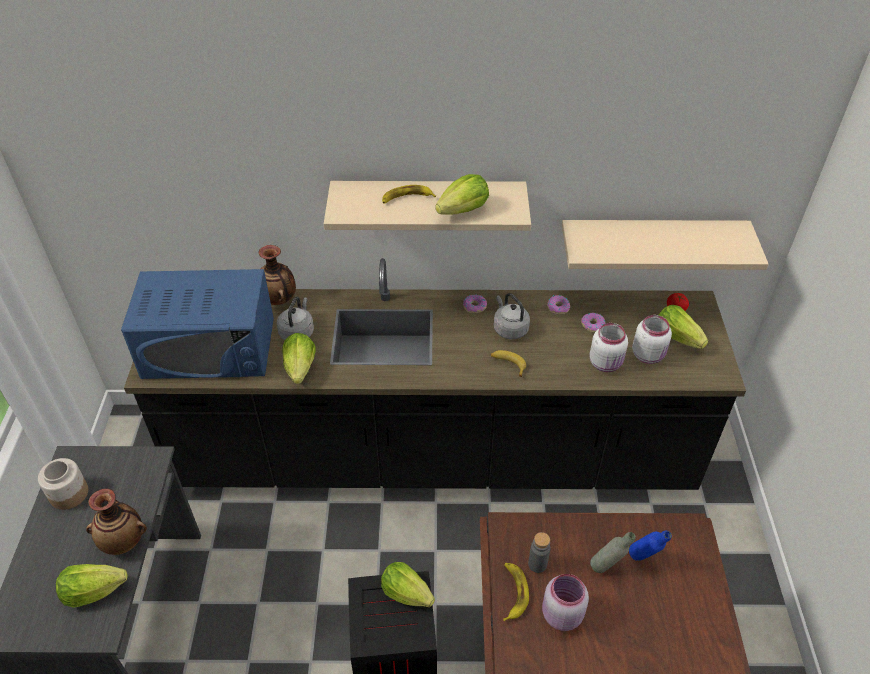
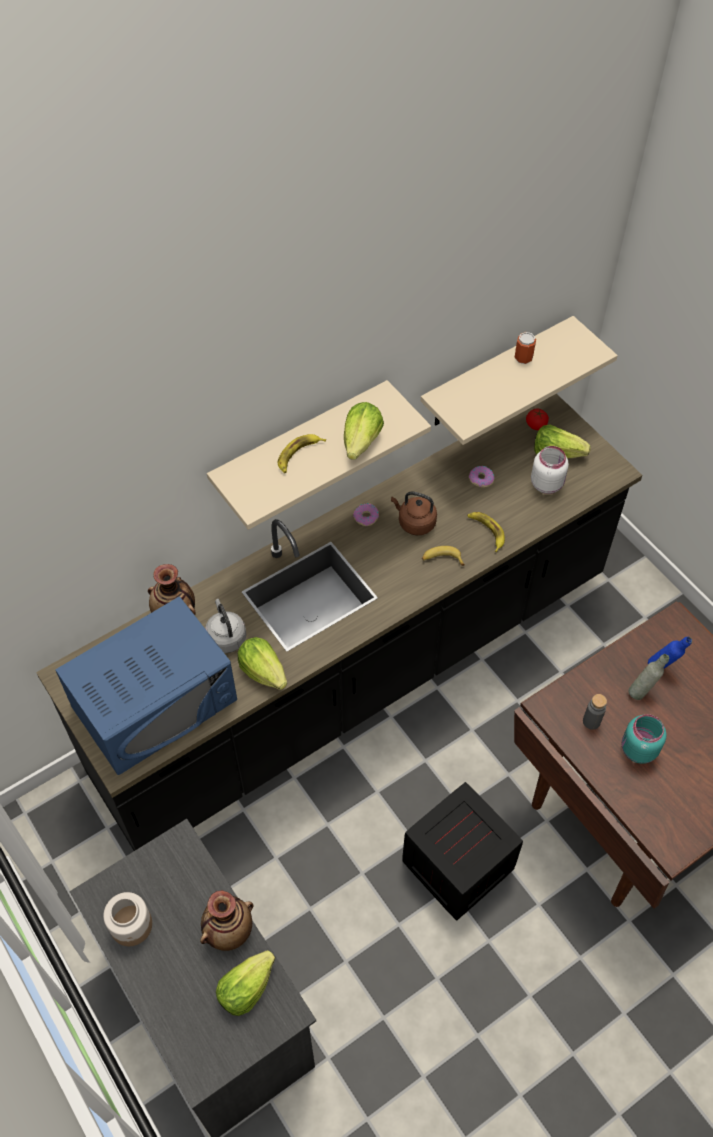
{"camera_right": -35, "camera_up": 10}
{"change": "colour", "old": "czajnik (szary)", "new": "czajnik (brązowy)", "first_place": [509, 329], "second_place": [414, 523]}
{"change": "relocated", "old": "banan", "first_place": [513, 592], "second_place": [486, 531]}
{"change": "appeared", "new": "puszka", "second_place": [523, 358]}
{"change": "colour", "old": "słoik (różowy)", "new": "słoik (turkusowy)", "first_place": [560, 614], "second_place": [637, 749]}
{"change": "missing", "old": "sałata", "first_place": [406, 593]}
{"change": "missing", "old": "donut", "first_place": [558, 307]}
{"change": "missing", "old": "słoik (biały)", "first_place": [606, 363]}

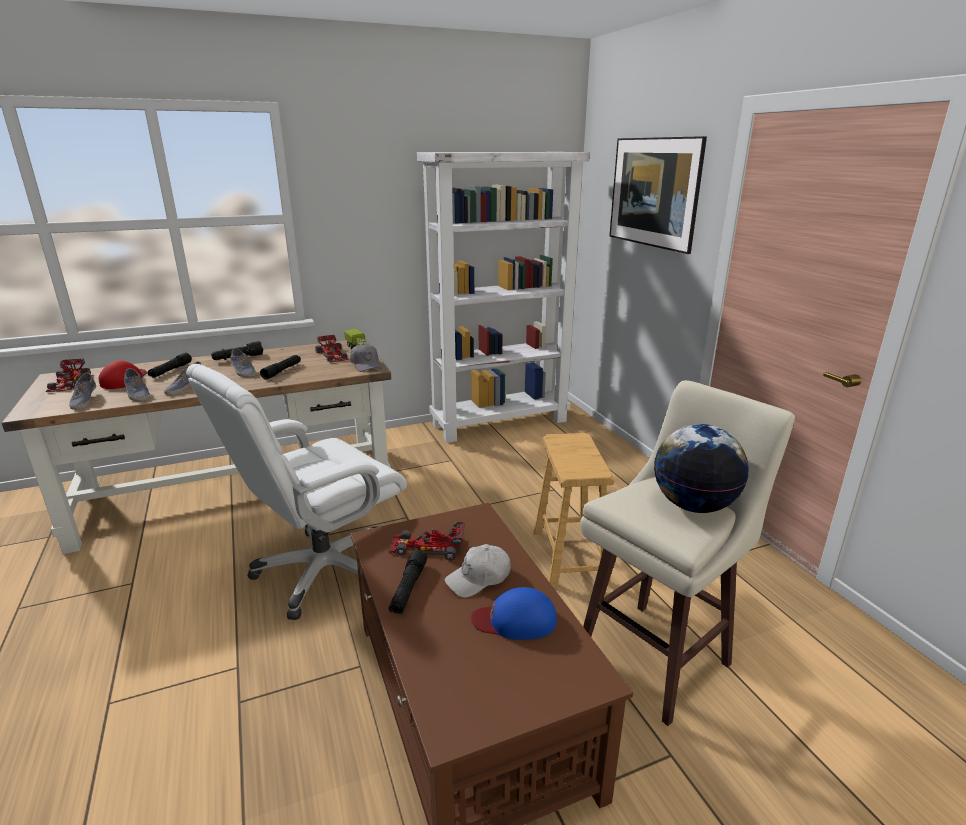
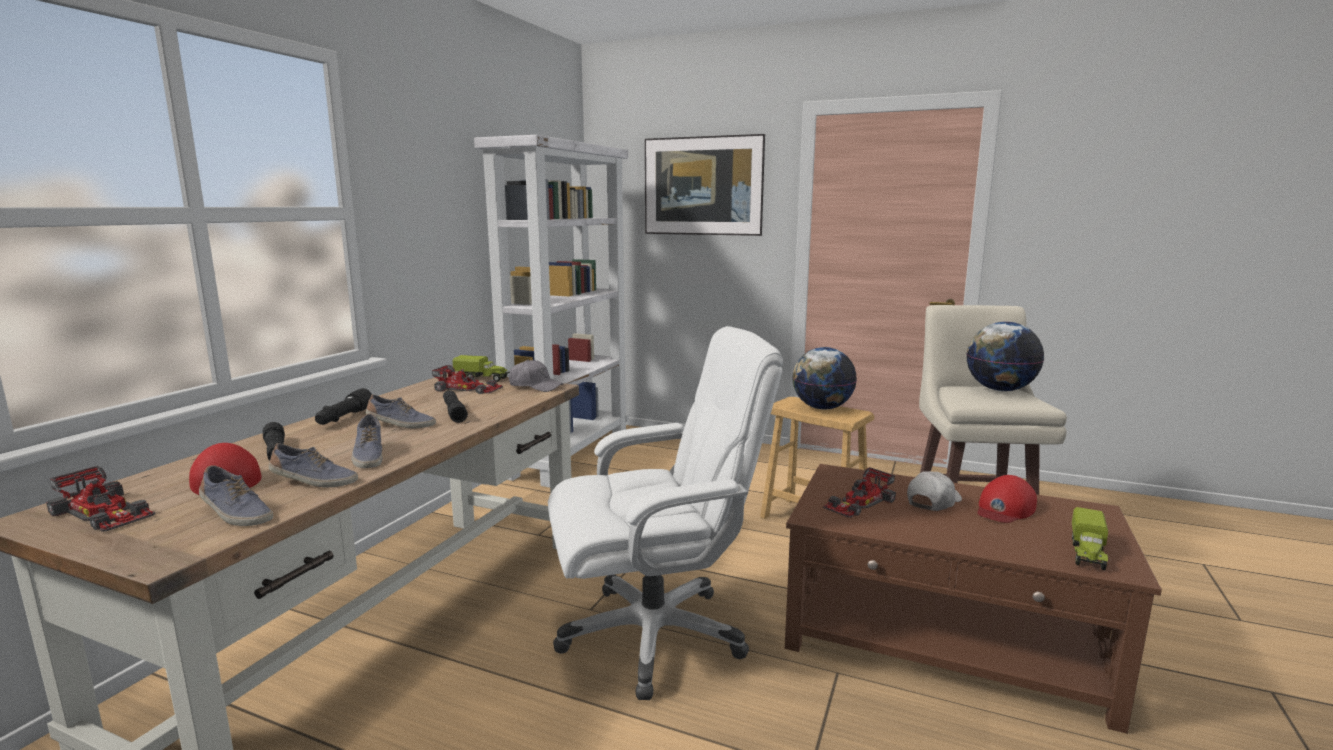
{"camera_right": -45, "camera_up": -10}
{"change": "spun", "old": "krzesło biurowe (biały)", "first_place": [323, 571], "second_place": [655, 634], "degrees": -105}
{"change": "appeared", "new": "globus", "second_place": [822, 408]}
{"change": "spun", "old": "czapka z daszkiem (biały)", "first_place": [479, 578], "second_place": [933, 501], "degrees": -150}
{"change": "colour", "old": "czapka z daszkiem (niebieski)", "new": "czapka z daszkiem (czerwony)", "first_place": [515, 620], "second_place": [1004, 508]}
{"change": "appeared", "new": "ciężarówka zabawkowa", "second_place": [1087, 553]}
{"change": "missing", "old": "latarka (czarny)", "first_place": [408, 588]}

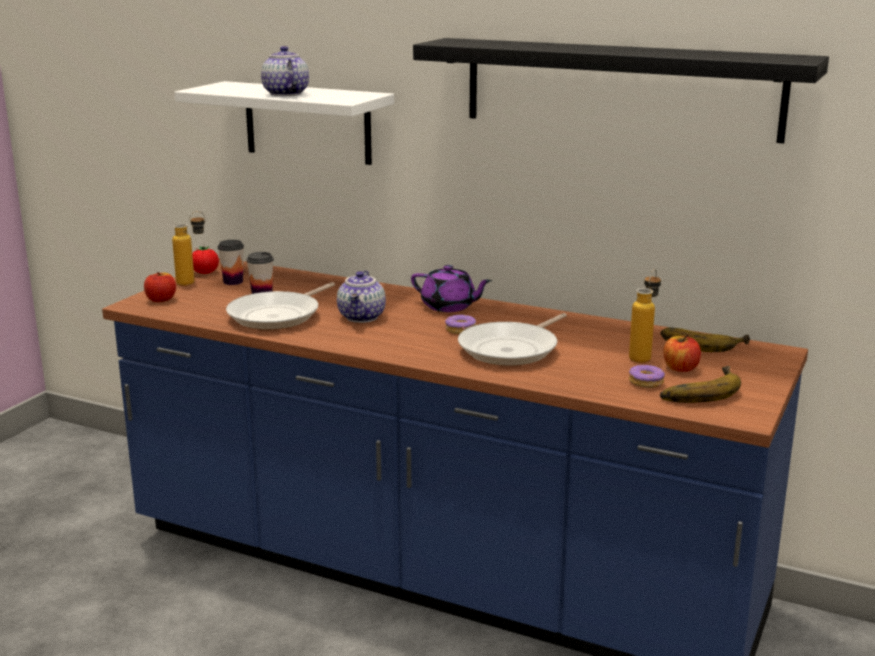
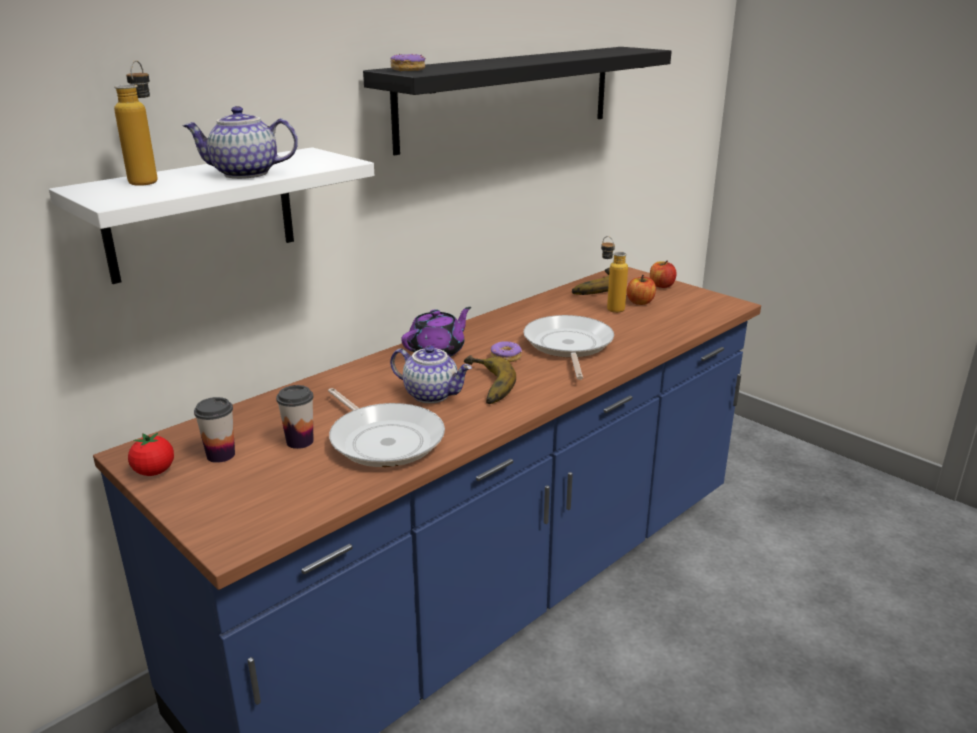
{"camera_right": -70, "camera_up": 5}
{"change": "relocated", "old": "butelka", "first_place": [193, 282], "second_place": [148, 180]}
{"change": "relocated", "old": "donut", "first_place": [646, 382], "second_place": [408, 70]}
{"change": "relocated", "old": "banan", "first_place": [697, 390], "second_place": [483, 385]}
{"change": "spun", "old": "patelnia", "first_place": [512, 349], "second_place": [568, 346], "degrees": -150}
{"change": "relocated", "old": "jabłko", "first_place": [161, 300], "second_place": [661, 285]}

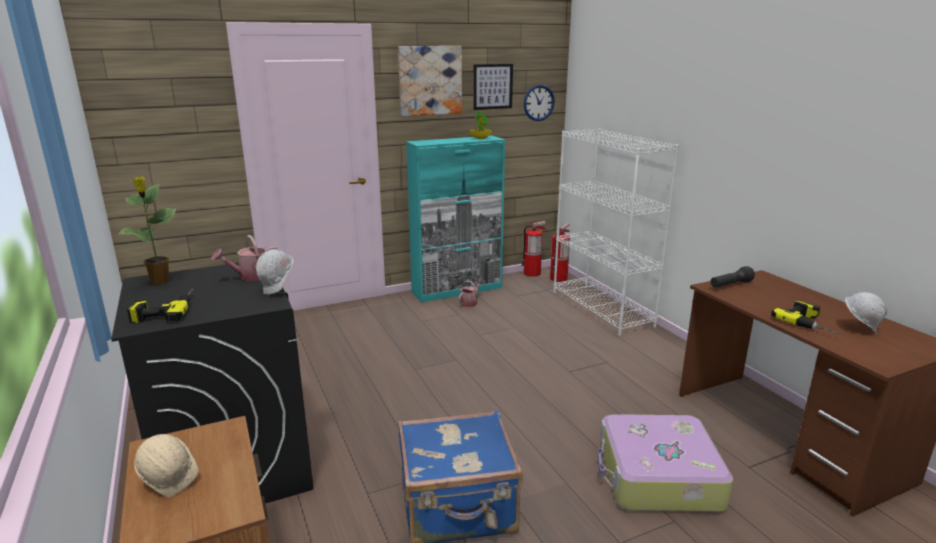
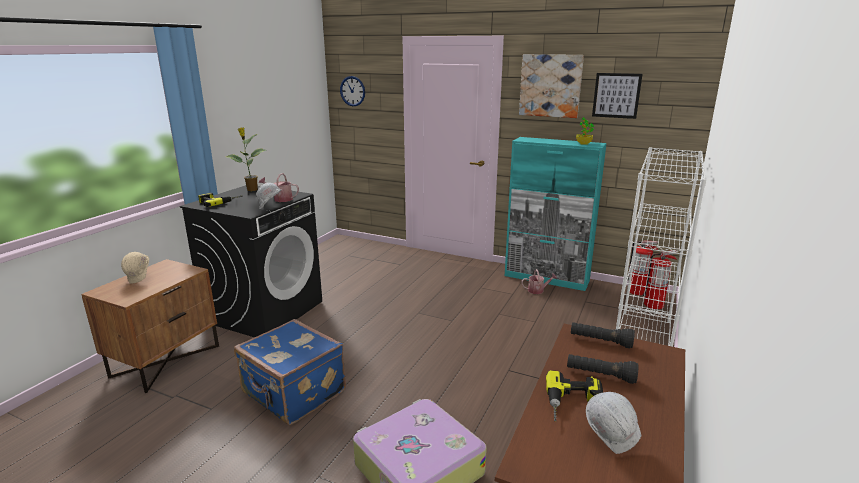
{"camera_right": 50, "camera_up": 0}
{"change": "relocated", "old": "zegar ścienny", "first_place": [538, 103], "second_place": [352, 91]}
{"change": "appeared", "new": "latarka (czarny)", "second_place": [600, 375]}

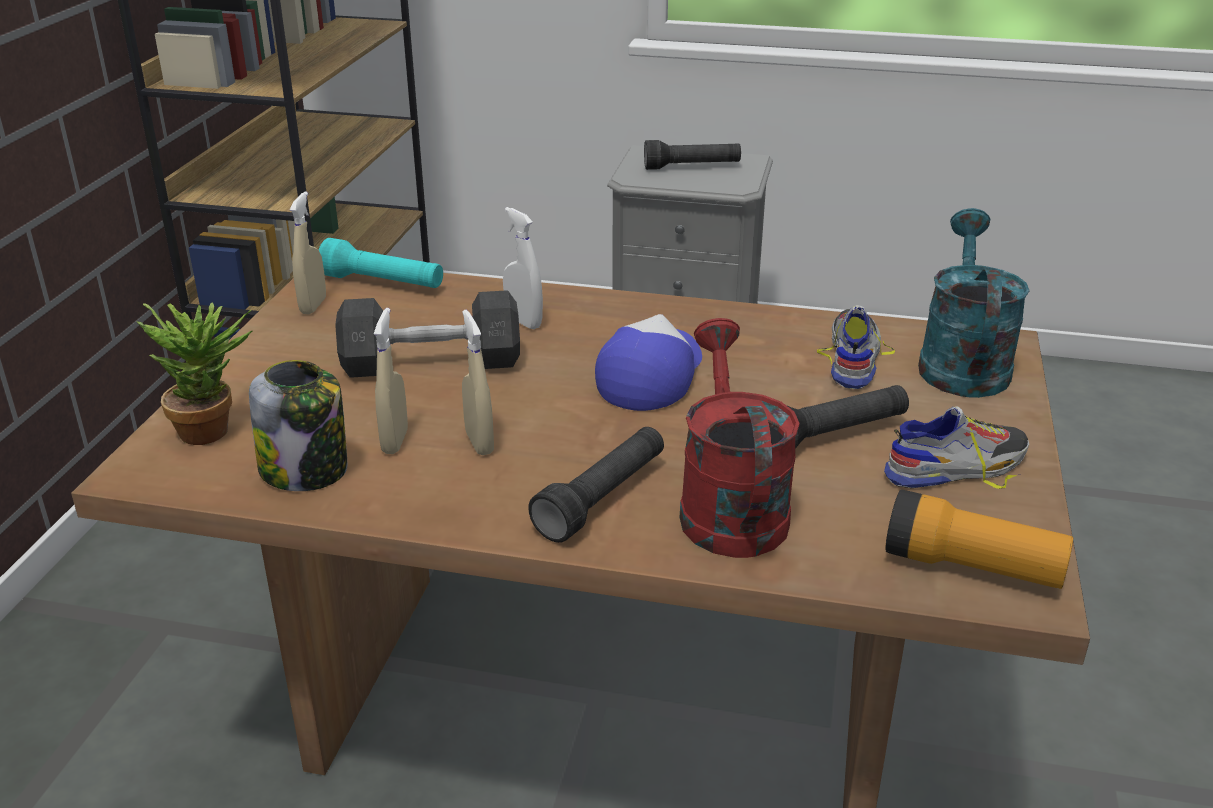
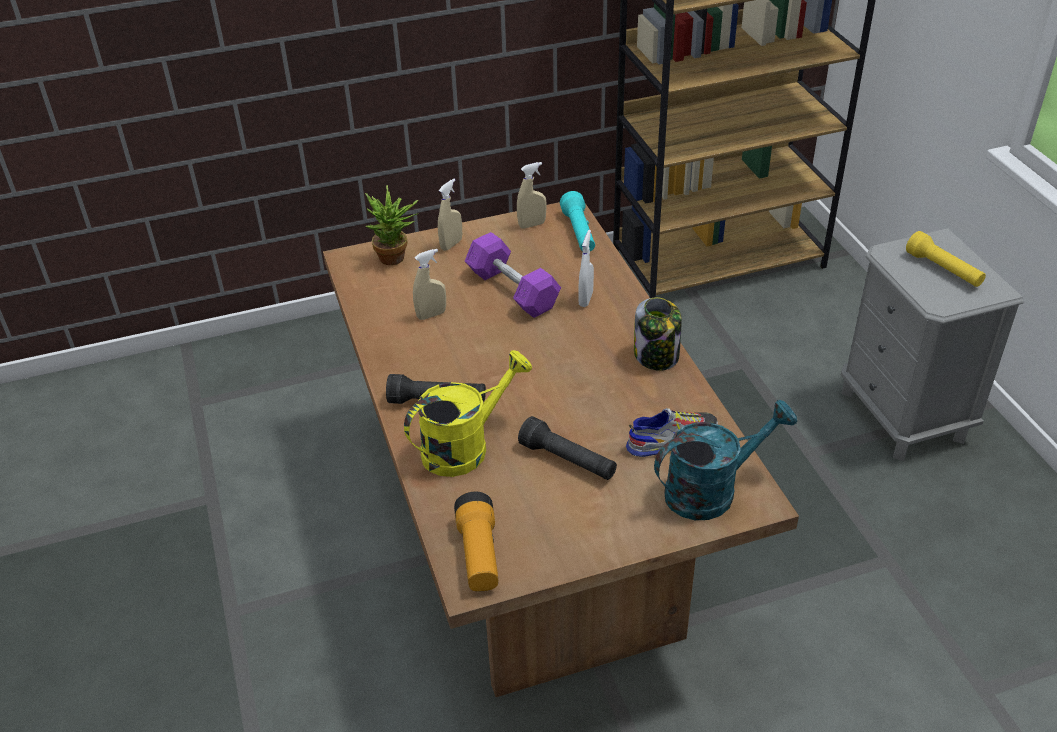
{"camera_right": 60, "camera_up": 10}
{"change": "colour", "old": "konewka (czerwony)", "new": "konewka (żółty)", "first_place": [729, 506], "second_place": [465, 446]}
{"change": "relocated", "old": "spryskiwacz (beżowy)", "first_place": [479, 443], "second_place": [451, 244]}
{"change": "colour", "old": "hantel (szary)", "new": "hantel (fioletowy)", "first_place": [431, 362], "second_place": [512, 290]}
{"change": "relocated", "old": "słoik", "first_place": [306, 470], "second_place": [657, 356]}
{"change": "colour", "old": "latarka (czarny)", "new": "latarka (żółty)", "first_place": [692, 167], "second_place": [943, 270]}
{"change": "missing", "old": "czapka z daszkiem", "first_place": [651, 376]}
{"change": "missing", "old": "but", "first_place": [956, 466]}

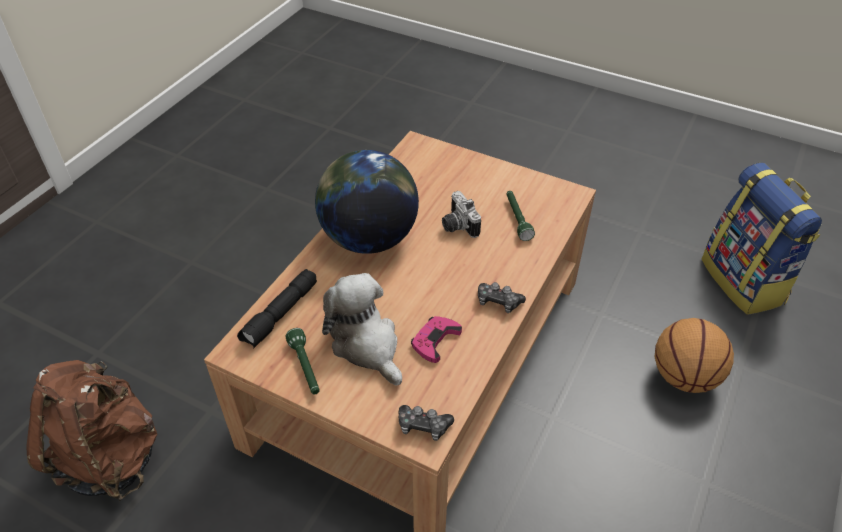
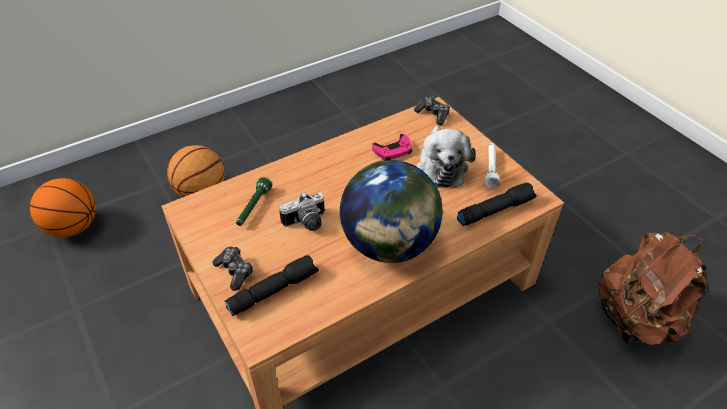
{"camera_right": -150, "camera_up": 0}
{"change": "exchanged", "old": "plecak", "new": "piłka do koszykówki", "first_place": [744, 281], "second_place": [73, 227]}
{"change": "relocated", "old": "pad do gier", "first_place": [498, 302], "second_place": [235, 271]}
{"change": "appeared", "new": "latarka (czarny)", "second_place": [273, 290]}
{"change": "spun", "old": "aparat fotograficzny", "first_place": [457, 225], "second_place": [306, 223], "degrees": 60}
{"change": "colour", "old": "latarka (zielony)", "new": "latarka (biały)", "first_place": [305, 367], "second_place": [490, 168]}

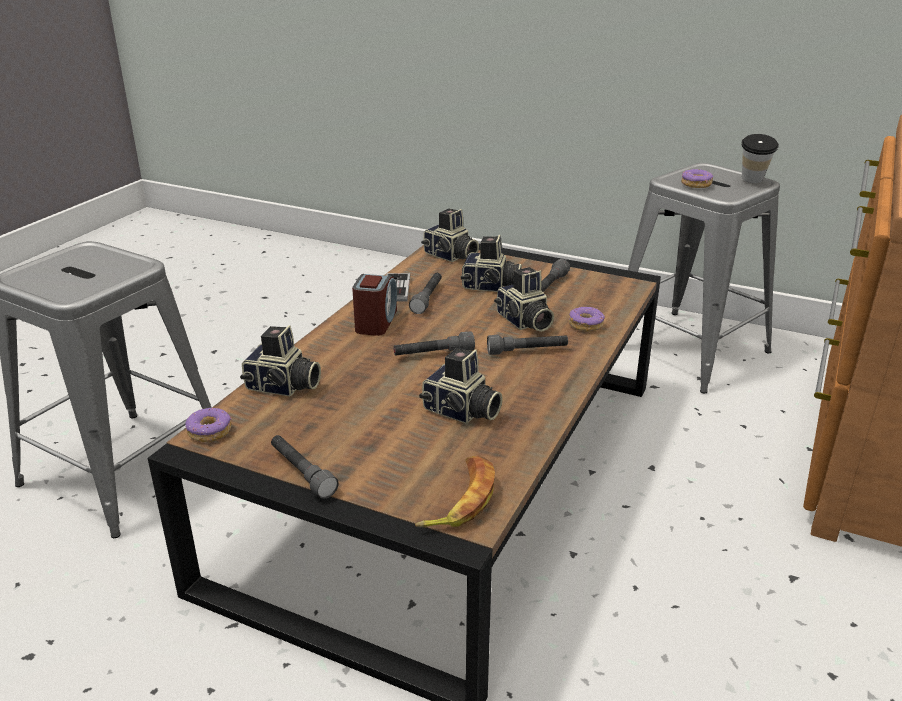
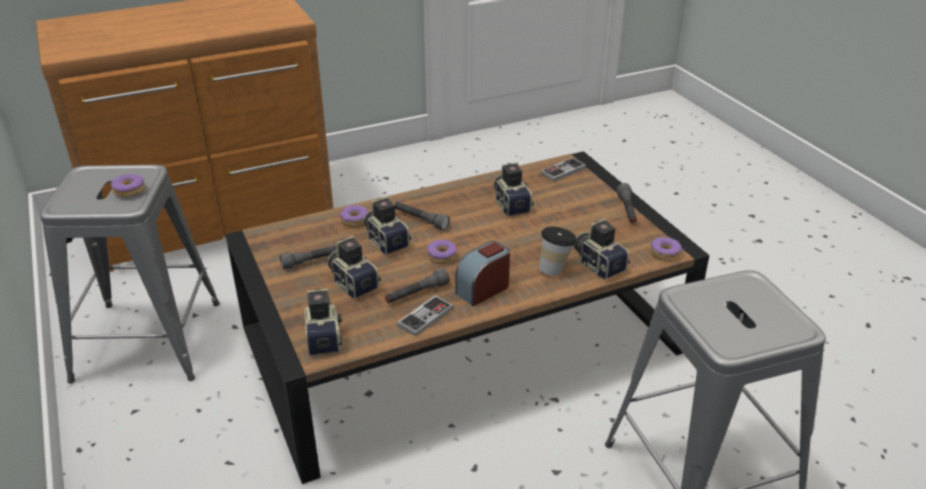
{"camera_right": -140, "camera_up": 5}
{"change": "spun", "old": "aparat fotograficzny", "first_place": [524, 322], "second_place": [386, 240], "degrees": -45}
{"change": "appeared", "new": "donut", "second_place": [442, 256]}
{"change": "relocated", "old": "filiżanka", "first_place": [752, 182], "second_place": [555, 269]}
{"change": "exchanged", "old": "banan", "new": "pad do gier", "first_place": [460, 499], "second_place": [563, 171]}
{"change": "missing", "old": "latarka (szary)", "first_place": [433, 354]}

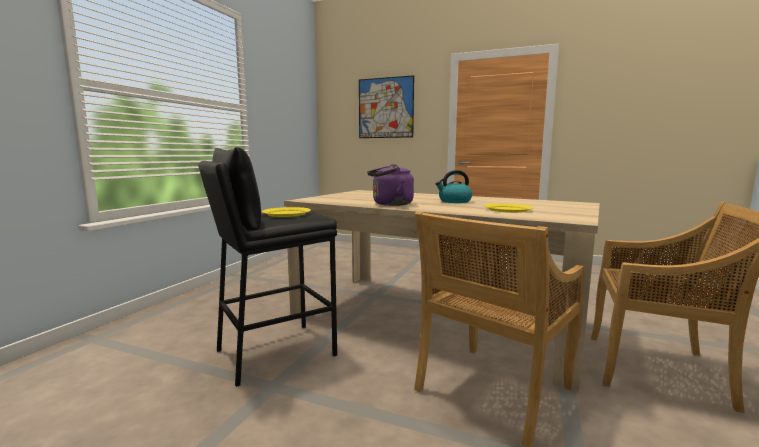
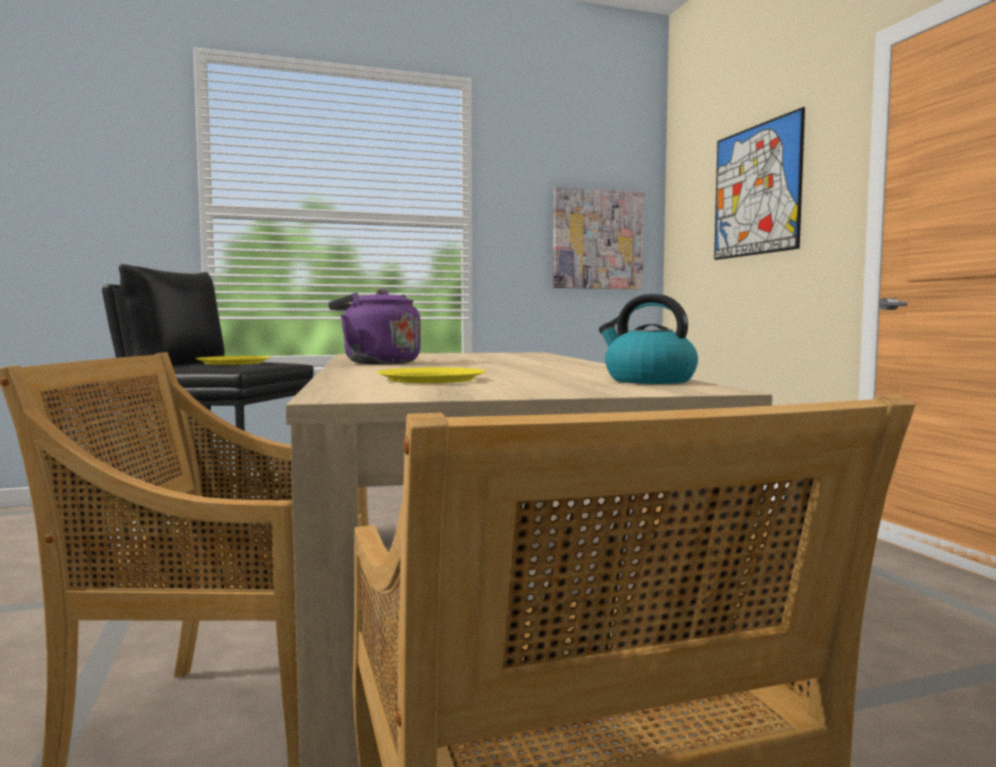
{"camera_right": 50, "camera_up": -5}
{"change": "appeared", "new": "obraz", "second_place": [597, 239]}
{"change": "relocated", "old": "czajnik", "first_place": [454, 201], "second_place": [648, 380]}

